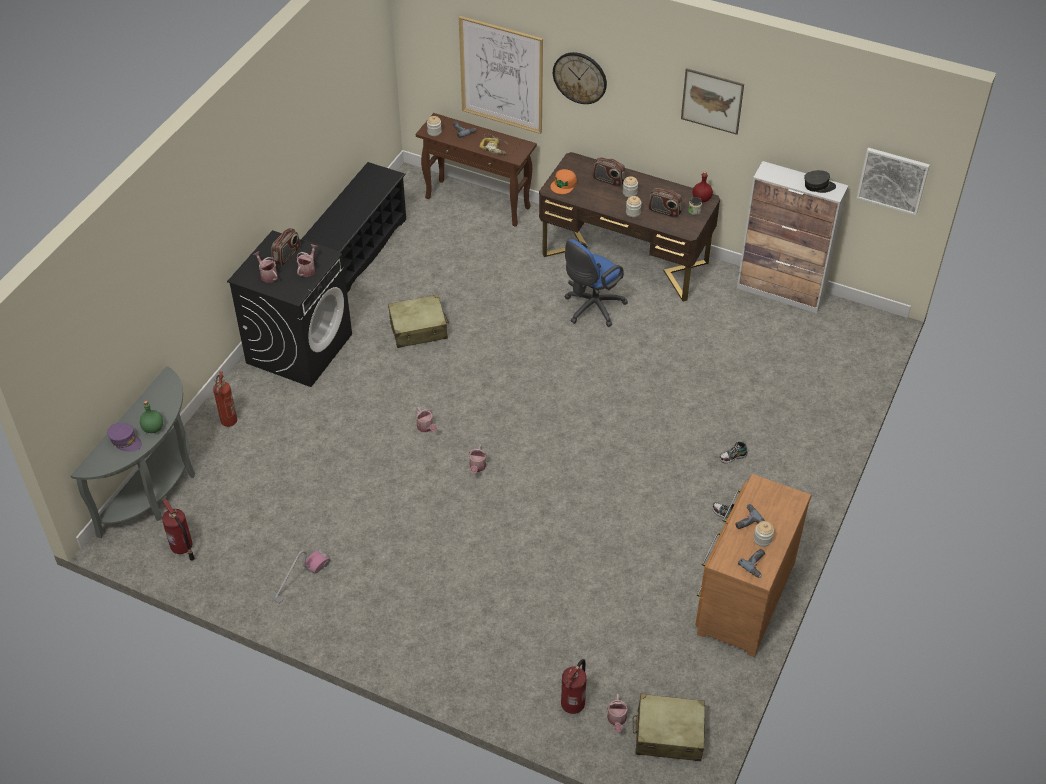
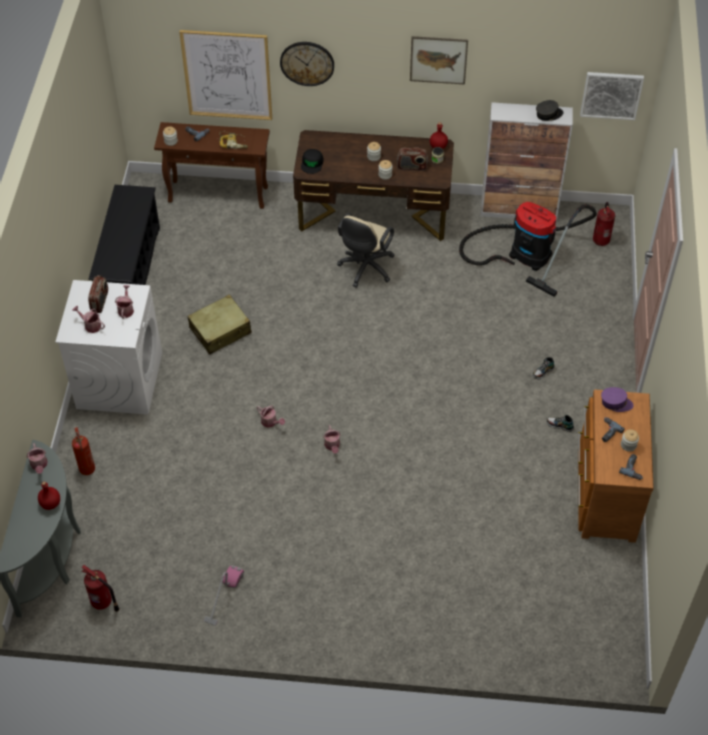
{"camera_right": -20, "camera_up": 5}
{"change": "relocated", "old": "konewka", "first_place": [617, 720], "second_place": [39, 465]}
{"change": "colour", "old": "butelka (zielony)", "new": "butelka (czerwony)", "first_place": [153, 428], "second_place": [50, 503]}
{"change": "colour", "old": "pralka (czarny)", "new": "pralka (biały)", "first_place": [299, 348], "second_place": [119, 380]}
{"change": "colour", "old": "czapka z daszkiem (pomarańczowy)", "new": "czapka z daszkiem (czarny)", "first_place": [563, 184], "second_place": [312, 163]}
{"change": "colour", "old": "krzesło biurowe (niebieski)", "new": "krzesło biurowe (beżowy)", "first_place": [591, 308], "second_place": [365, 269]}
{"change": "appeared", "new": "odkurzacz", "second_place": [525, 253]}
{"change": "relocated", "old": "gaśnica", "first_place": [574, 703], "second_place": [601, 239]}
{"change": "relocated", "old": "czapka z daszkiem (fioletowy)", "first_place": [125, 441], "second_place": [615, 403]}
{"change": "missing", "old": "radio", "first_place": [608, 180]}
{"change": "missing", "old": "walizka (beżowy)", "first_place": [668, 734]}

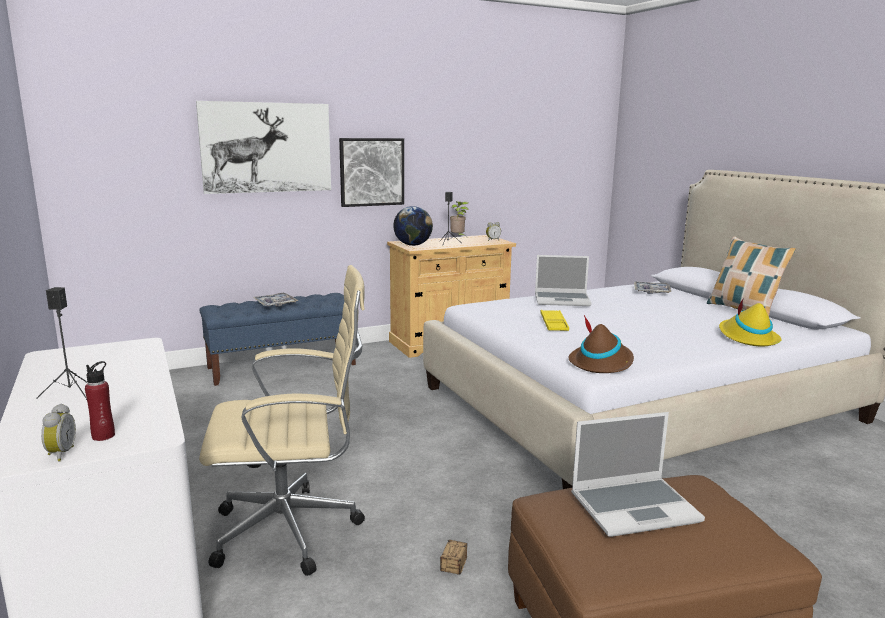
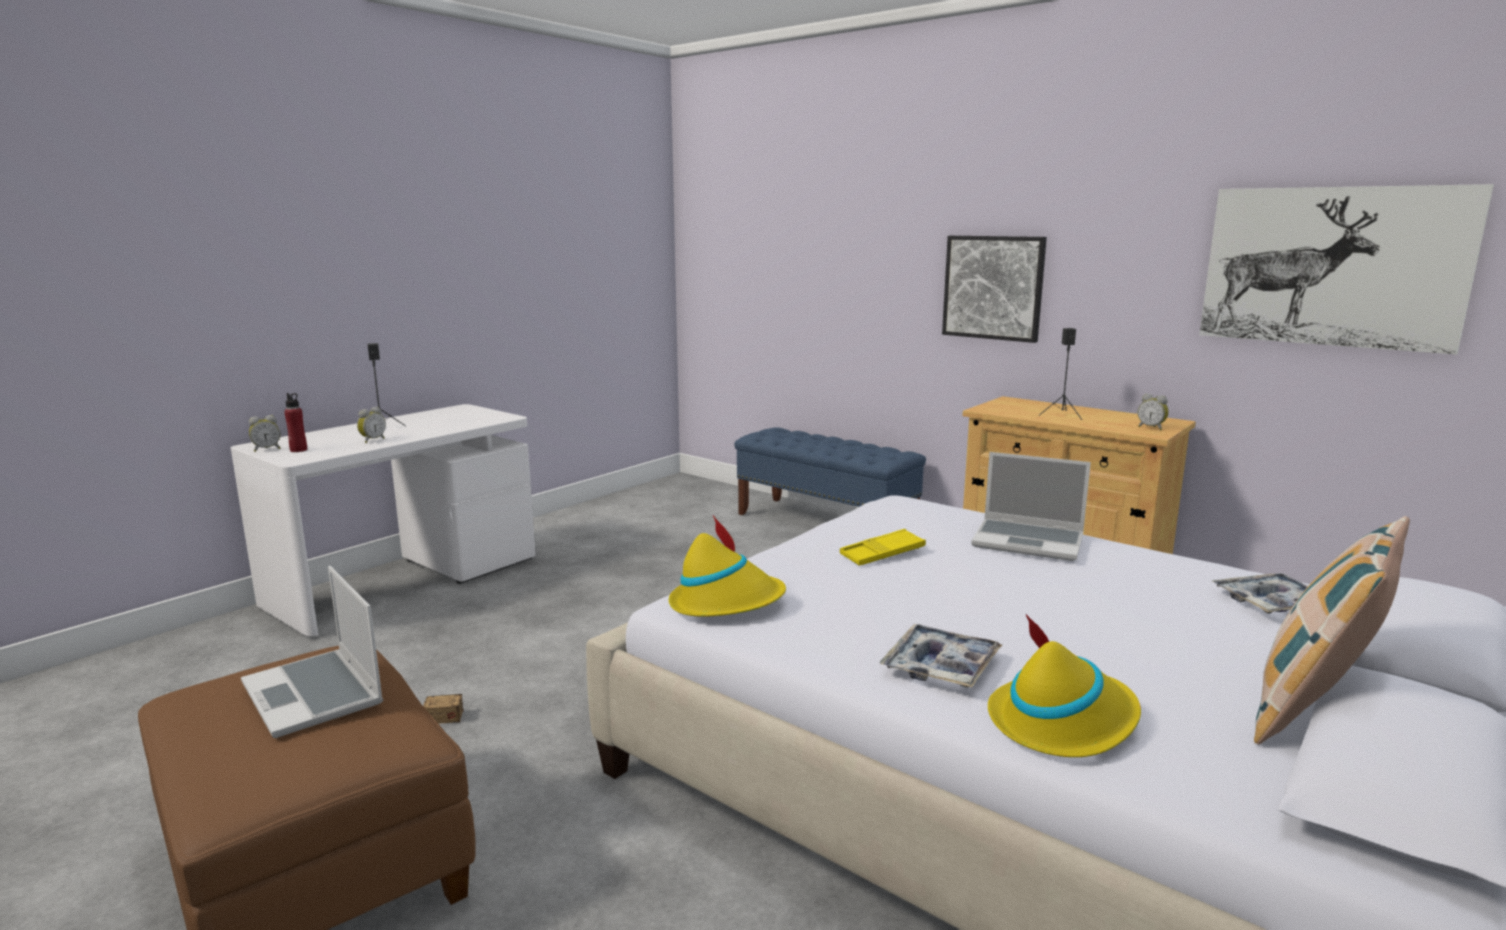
{"camera_right": 65, "camera_up": 0}
{"change": "appeared", "new": "budzik", "second_place": [372, 440]}
{"change": "colour", "old": "kapelusz (brązowy)", "new": "kapelusz (żółty)", "first_place": [601, 363], "second_place": [726, 603]}
{"change": "relocated", "old": "taca", "first_place": [275, 304], "second_place": [940, 666]}
{"change": "spun", "old": "laptop", "first_place": [562, 300], "second_place": [1029, 541], "degrees": -45}
{"change": "relocated", "old": "obraz", "first_place": [266, 147], "second_place": [1332, 267]}
{"change": "missing", "old": "krzesło biurowe (beżowy)", "first_place": [293, 530]}
{"change": "missing", "old": "globus", "first_place": [413, 245]}
{"change": "missing", "old": "roślina doniczkowa", "first_place": [458, 237]}

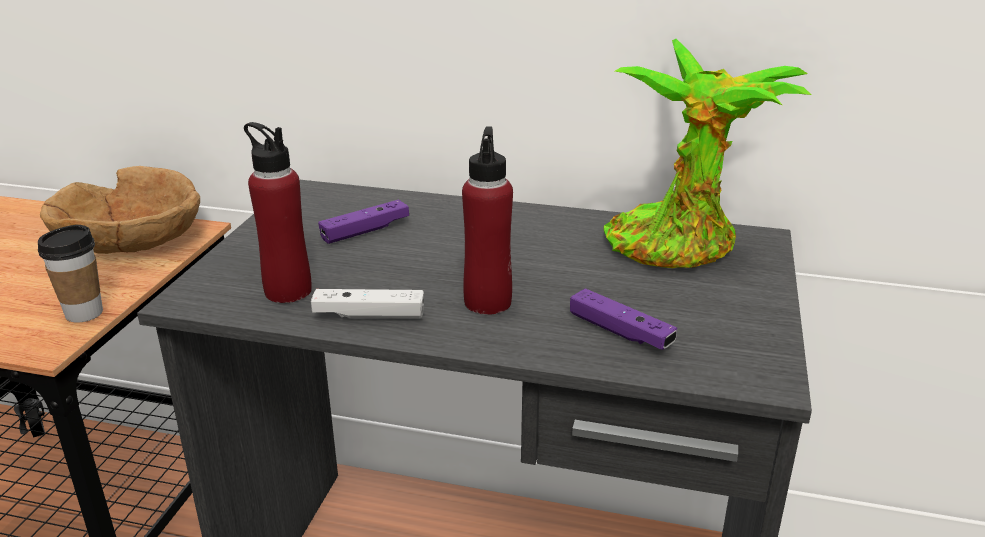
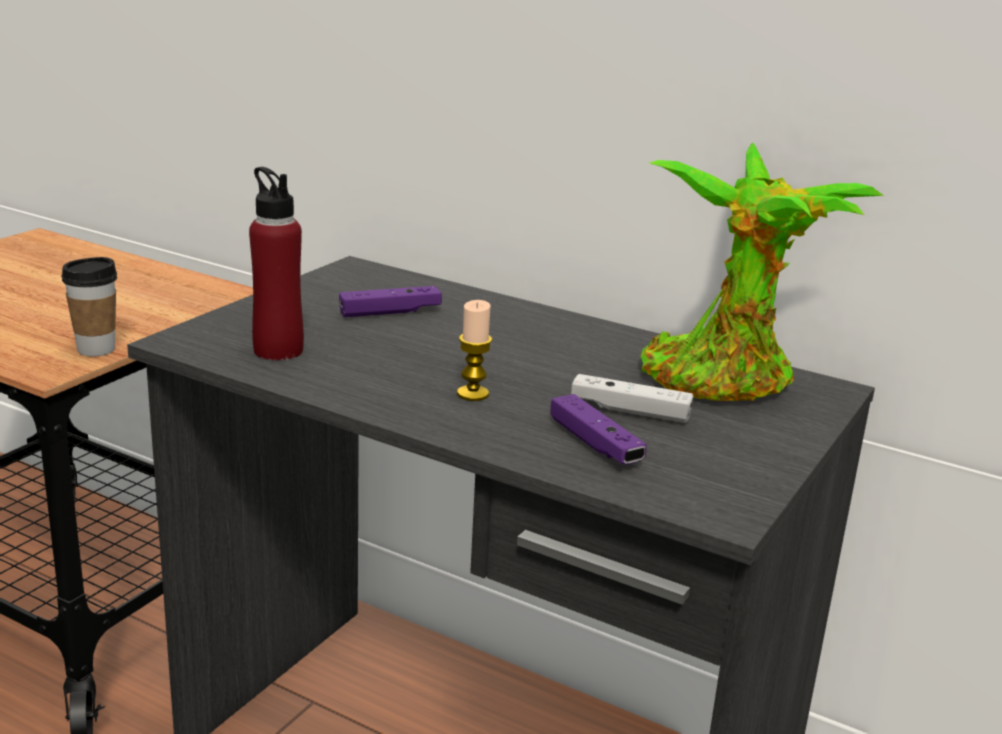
{"camera_right": 15, "camera_up": -5}
{"change": "exchanged", "old": "butelka (czerwony)", "new": "świeca", "first_place": [488, 302], "second_place": [473, 394]}
{"change": "relocated", "old": "pad do gier (biały)", "first_place": [369, 315], "second_place": [629, 411]}
{"change": "missing", "old": "miska (brązowy)", "first_place": [133, 241]}

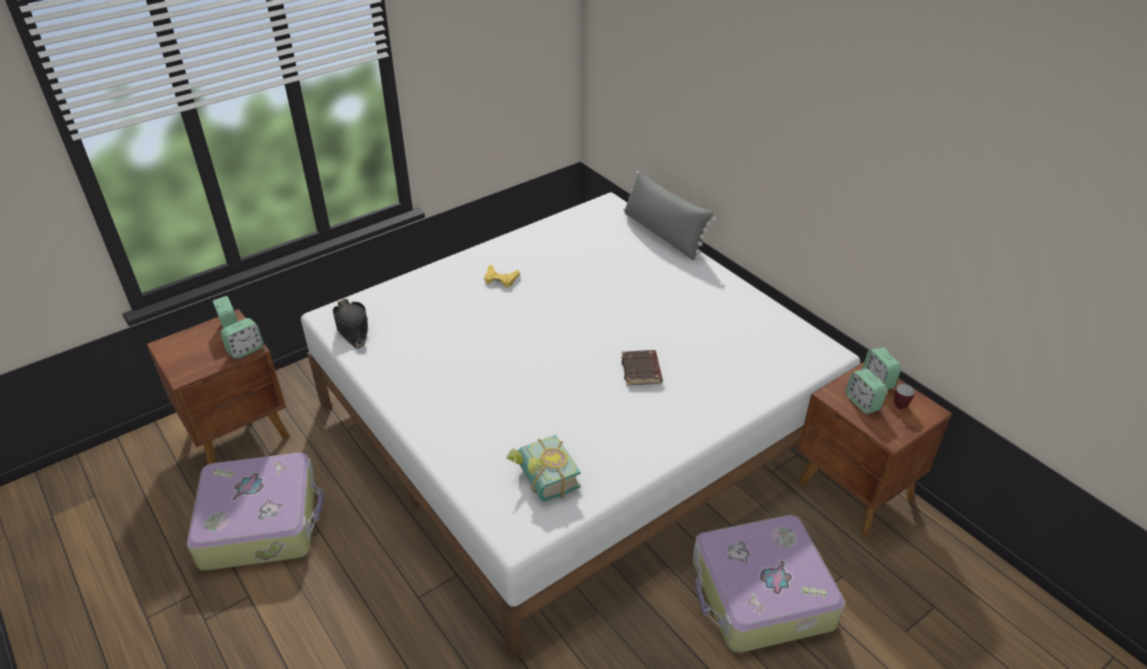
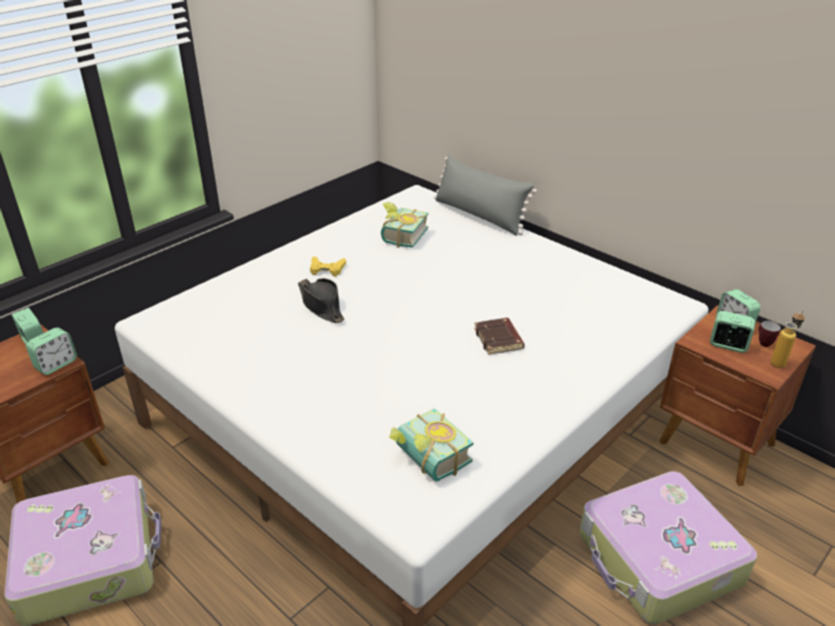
{"camera_right": -10, "camera_up": -5}
{"change": "relocated", "old": "kapelusz (czarny)", "first_place": [352, 328], "second_place": [321, 306]}
{"change": "appeared", "new": "książka", "second_place": [400, 236]}
{"change": "spun", "old": "budzik", "first_place": [862, 403], "second_place": [728, 345], "degrees": 150}
{"change": "appeared", "new": "butelka", "second_place": [780, 361]}

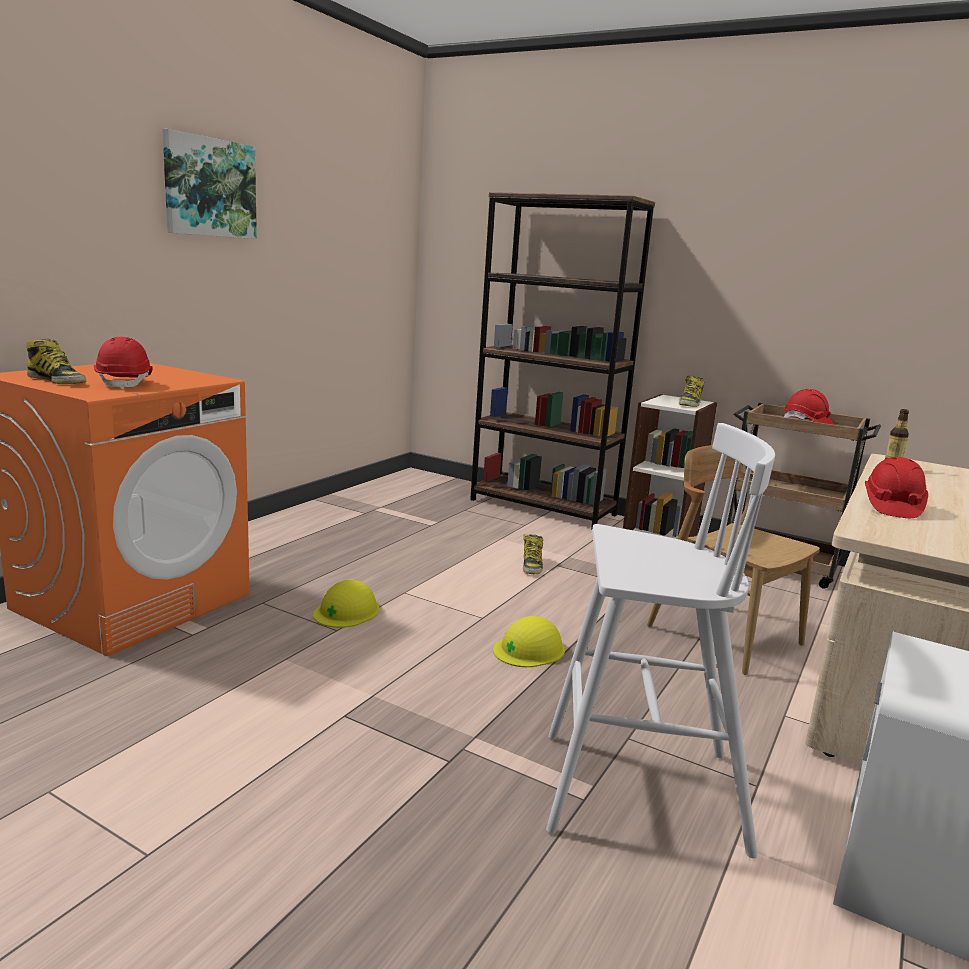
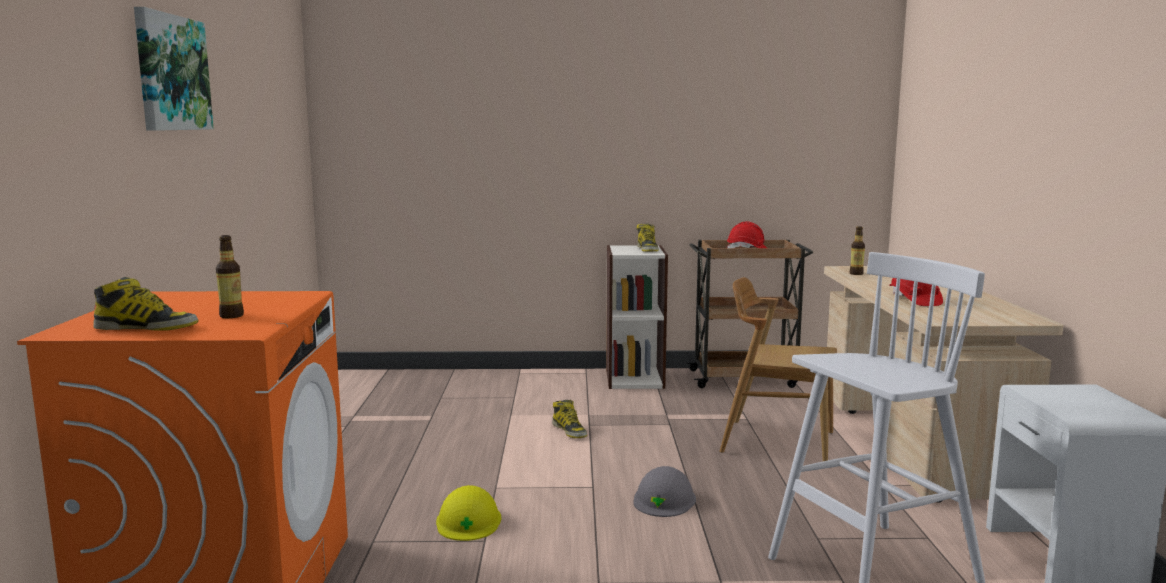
{"camera_right": -30, "camera_up": -5}
{"change": "exchanged", "old": "kask (czerwony)", "new": "butelka", "first_place": [125, 383], "second_place": [231, 316]}
{"change": "colour", "old": "kask (żółty)", "new": "kask (szary)", "first_place": [529, 649], "second_place": [664, 499]}
{"change": "missing", "old": "regał (brązowy)", "first_place": [543, 507]}

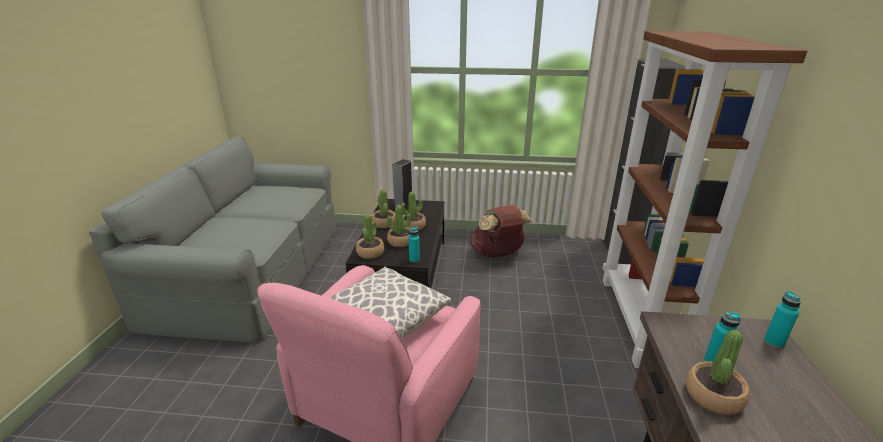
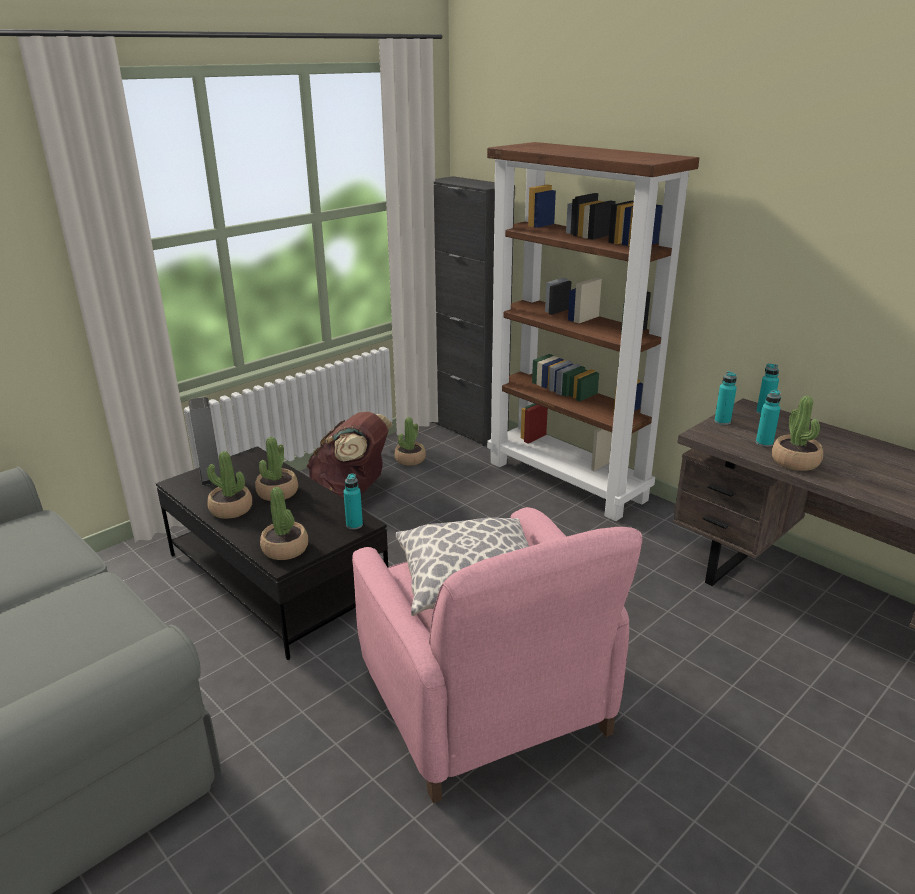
{"camera_right": -50, "camera_up": 0}
{"change": "relocated", "old": "roślina doniczkowa", "first_place": [400, 241], "second_place": [410, 459]}
{"change": "appeared", "new": "butelka (turkusowy)", "second_place": [722, 421]}

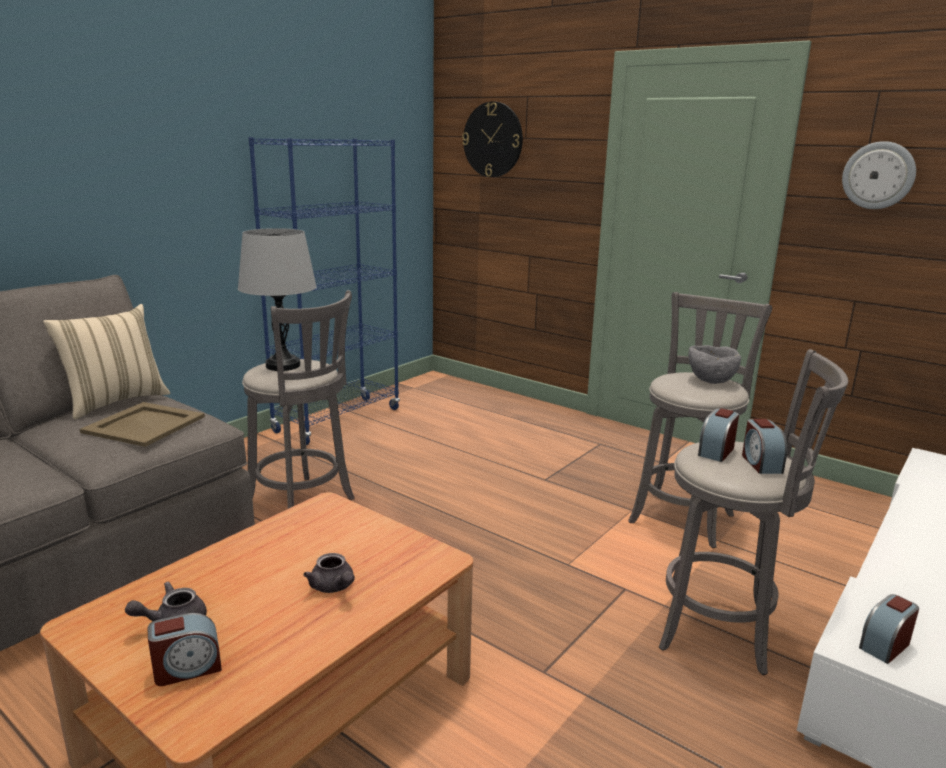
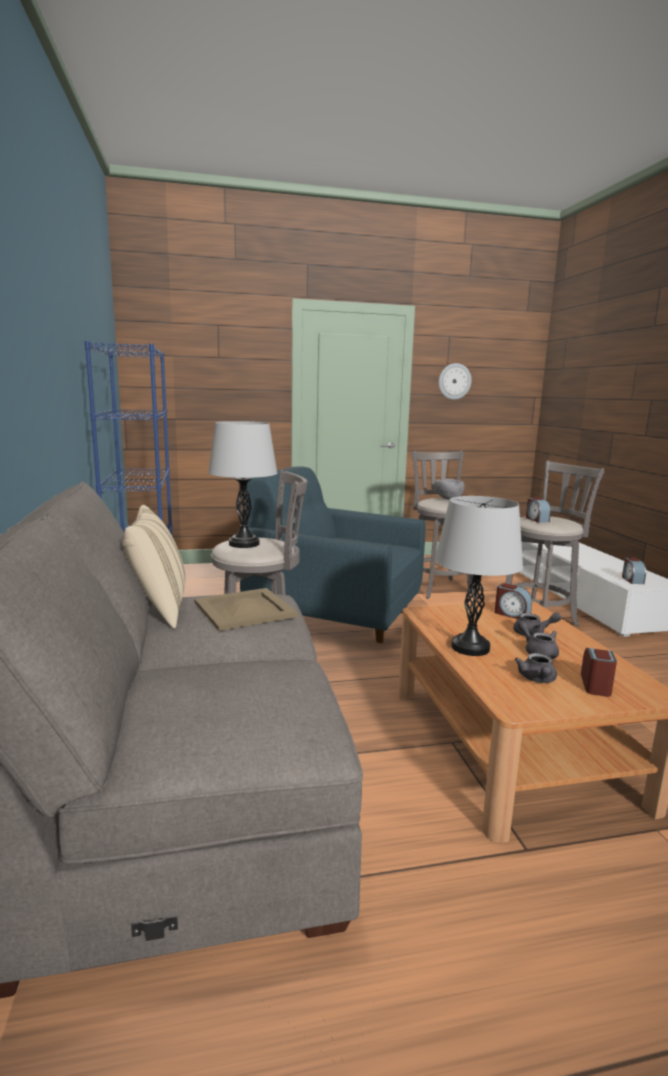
{"camera_right": -50, "camera_up": -5}
{"change": "appeared", "new": "fotel (niebieski)", "second_place": [334, 615]}
{"change": "appeared", "new": "lampa stołowa (szary)", "second_place": [470, 647]}
{"change": "relocated", "old": "budzik", "first_place": [760, 463], "second_place": [511, 614]}
{"change": "appeared", "new": "imbryk (szary)", "second_place": [537, 652]}
{"change": "missing", "old": "zegar ścienny", "first_place": [493, 140]}

